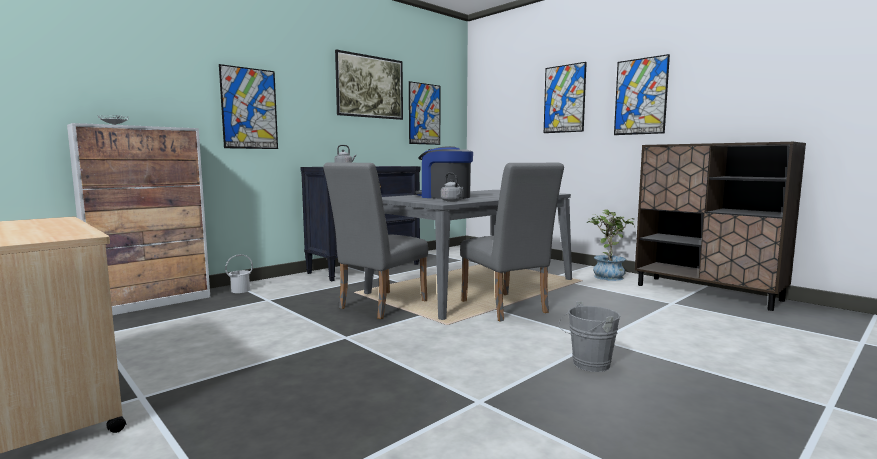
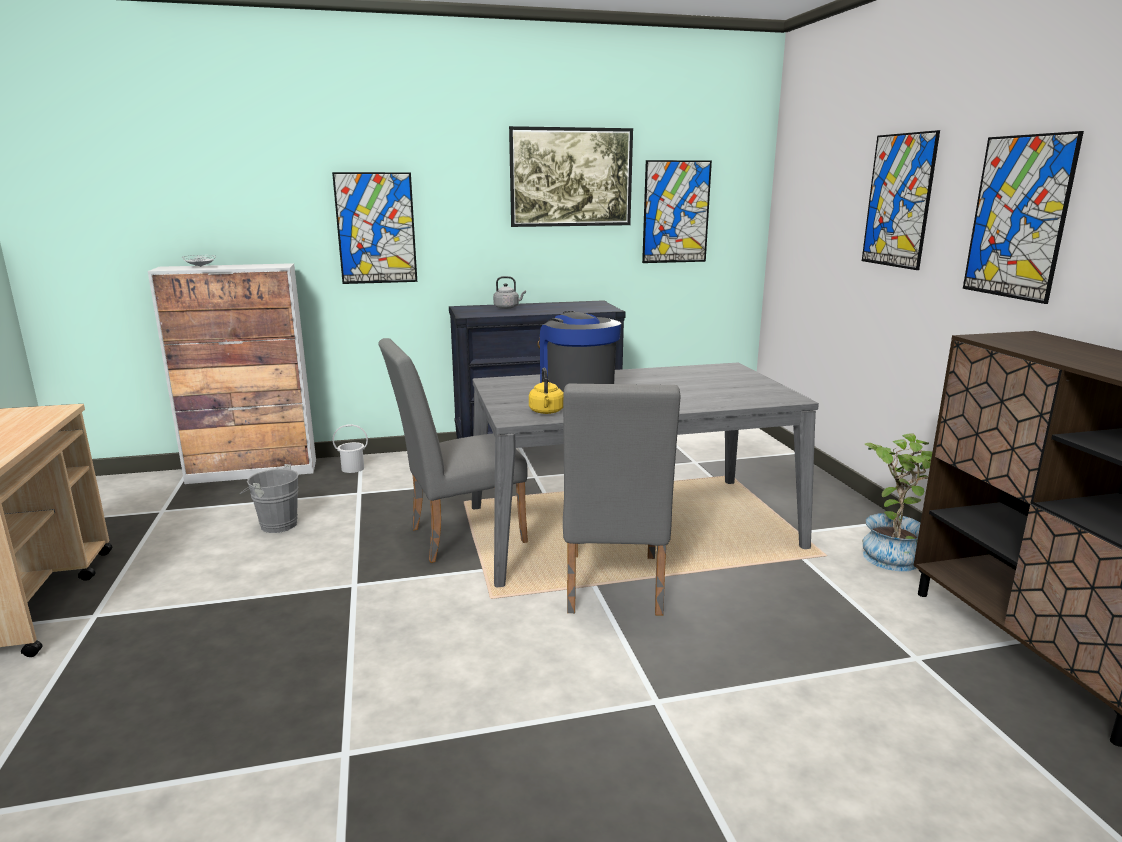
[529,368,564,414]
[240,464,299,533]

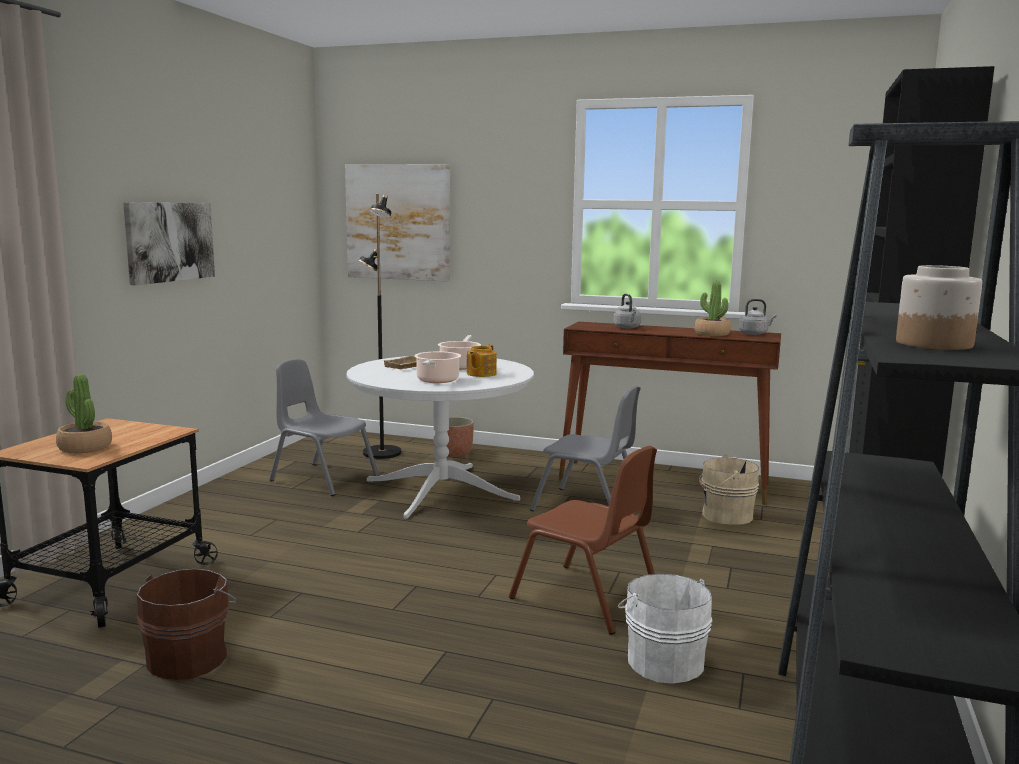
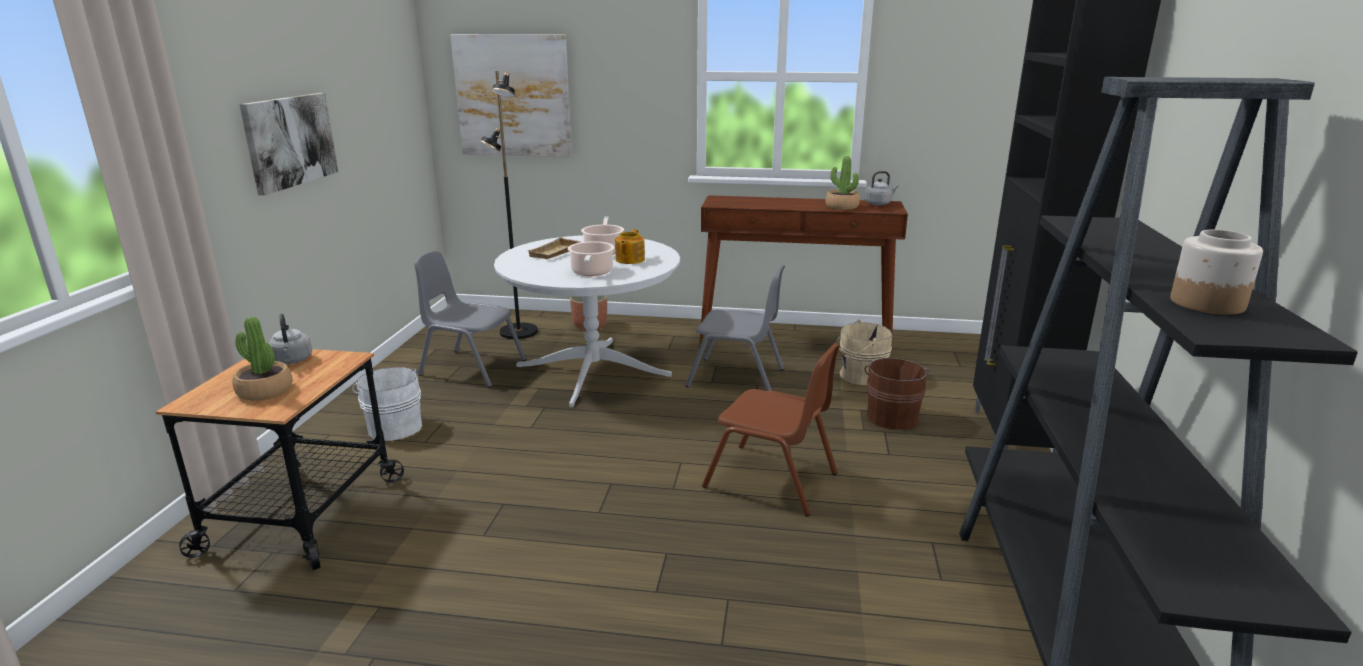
[865,358,930,429]
[268,314,312,364]
[352,367,422,441]

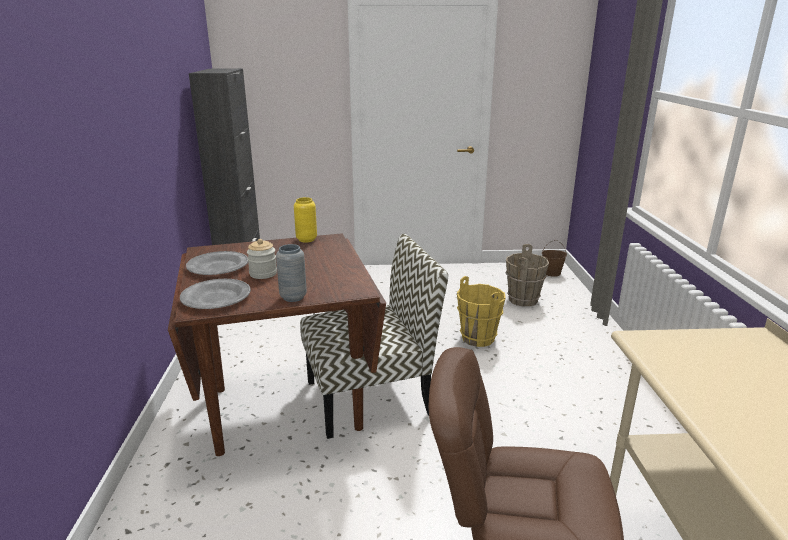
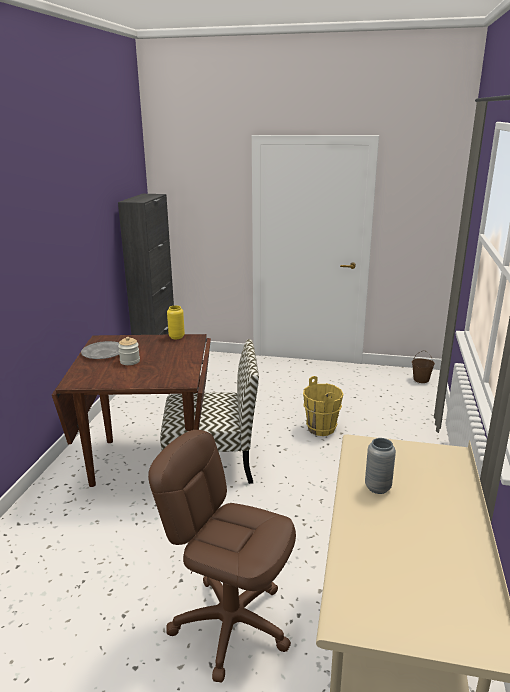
[180,279,251,309] (first image)
[365,438,396,494]
[506,244,549,306] (first image)

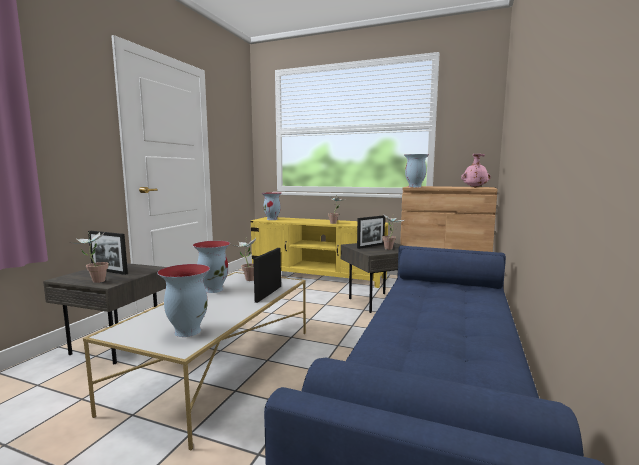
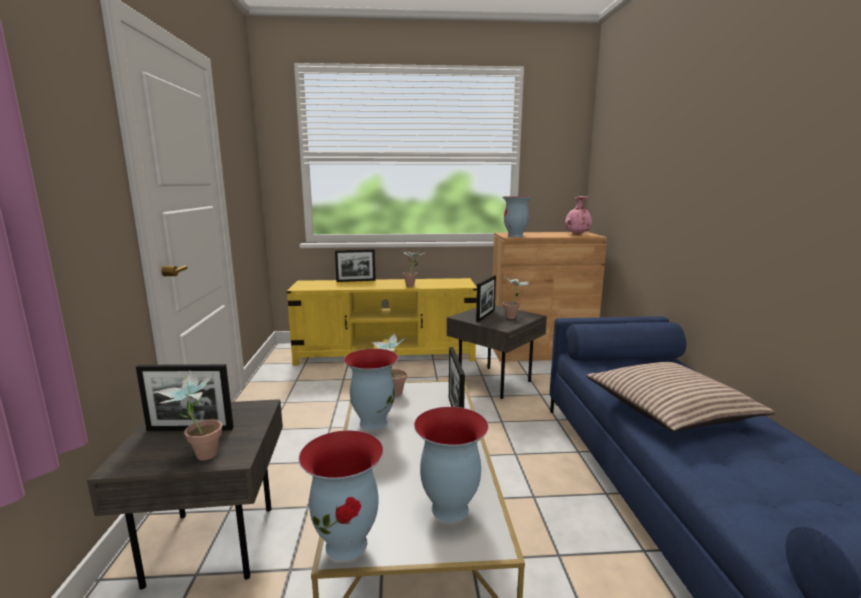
[299,430,384,561]
[335,249,376,282]
[586,362,775,432]

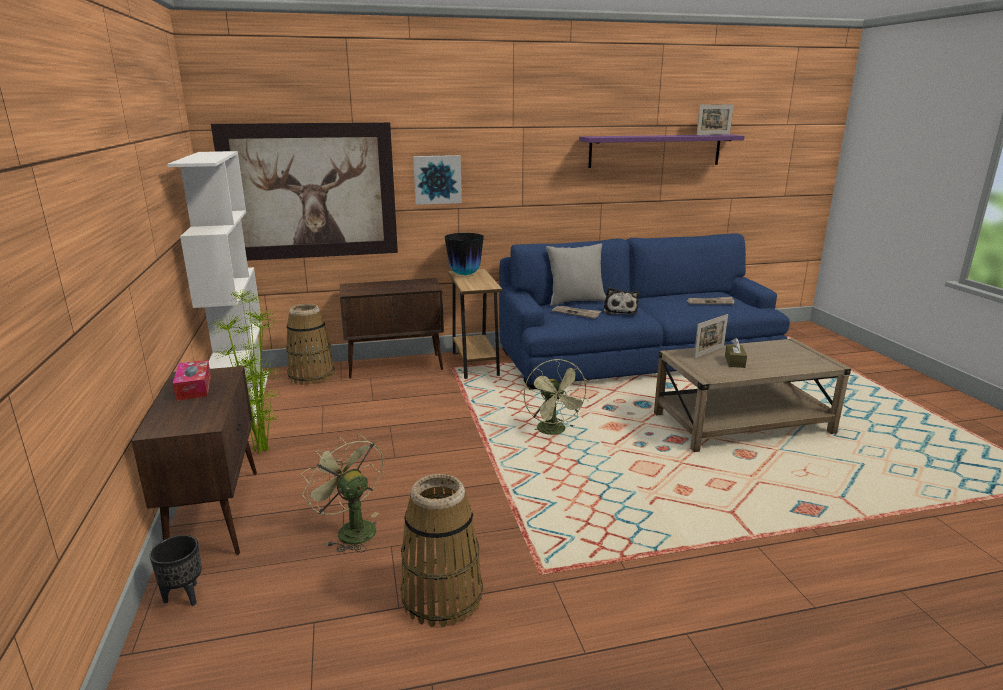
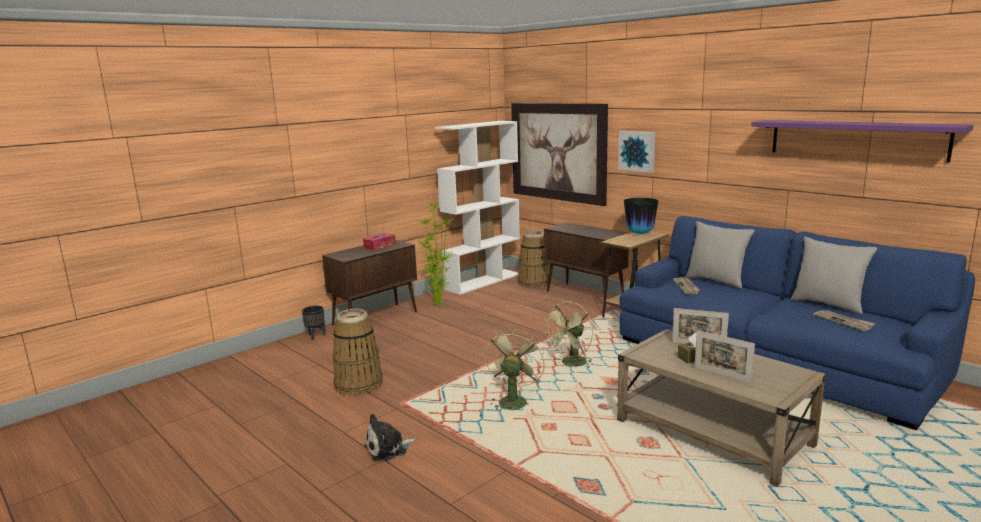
[484,329,545,411]
[365,414,416,461]
[695,330,755,383]
[791,237,877,315]

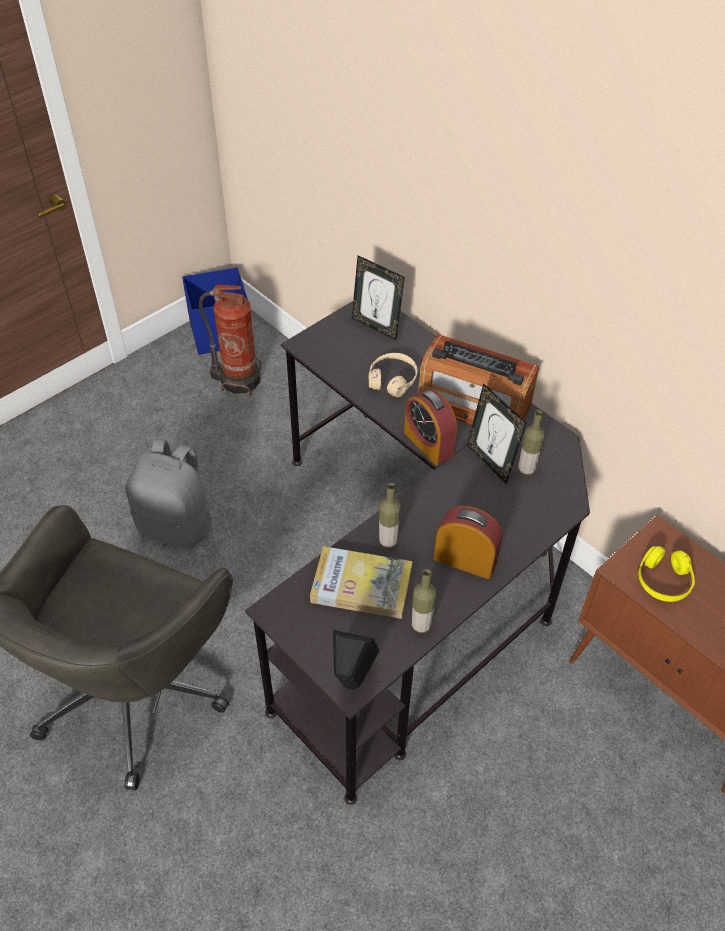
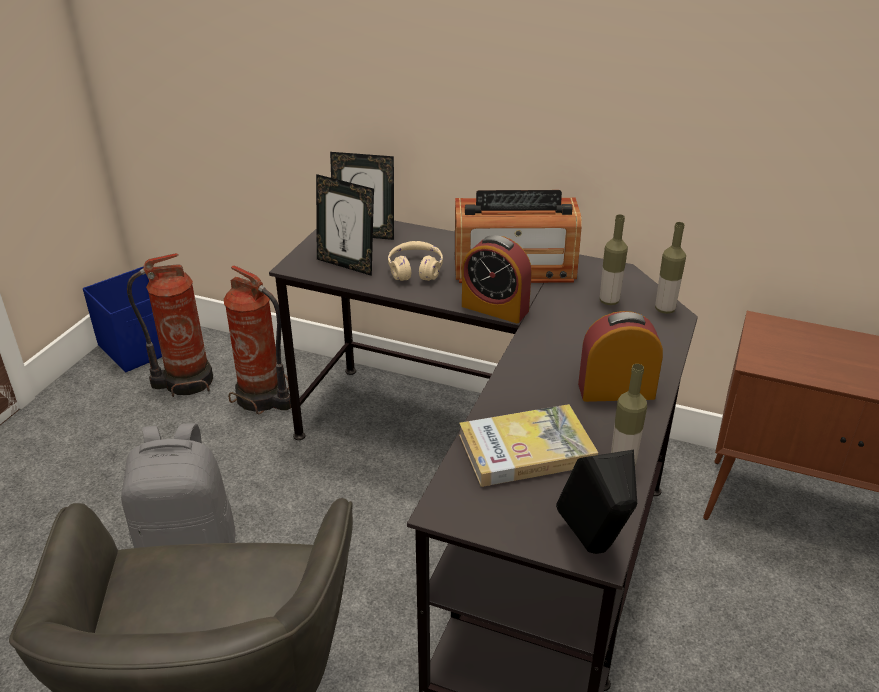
[655,222,686,314]
[316,174,374,276]
[638,546,695,602] (first image)
[224,265,291,415]

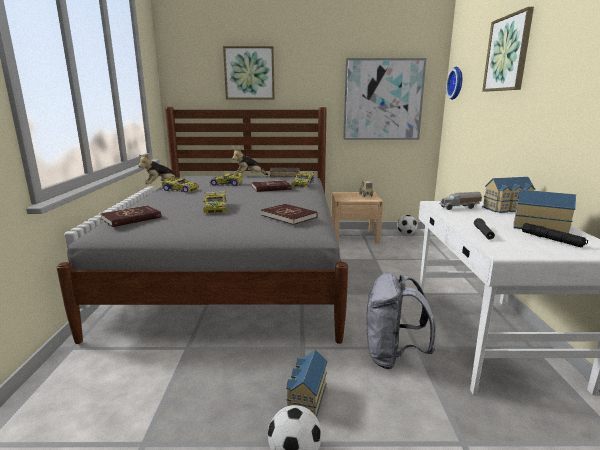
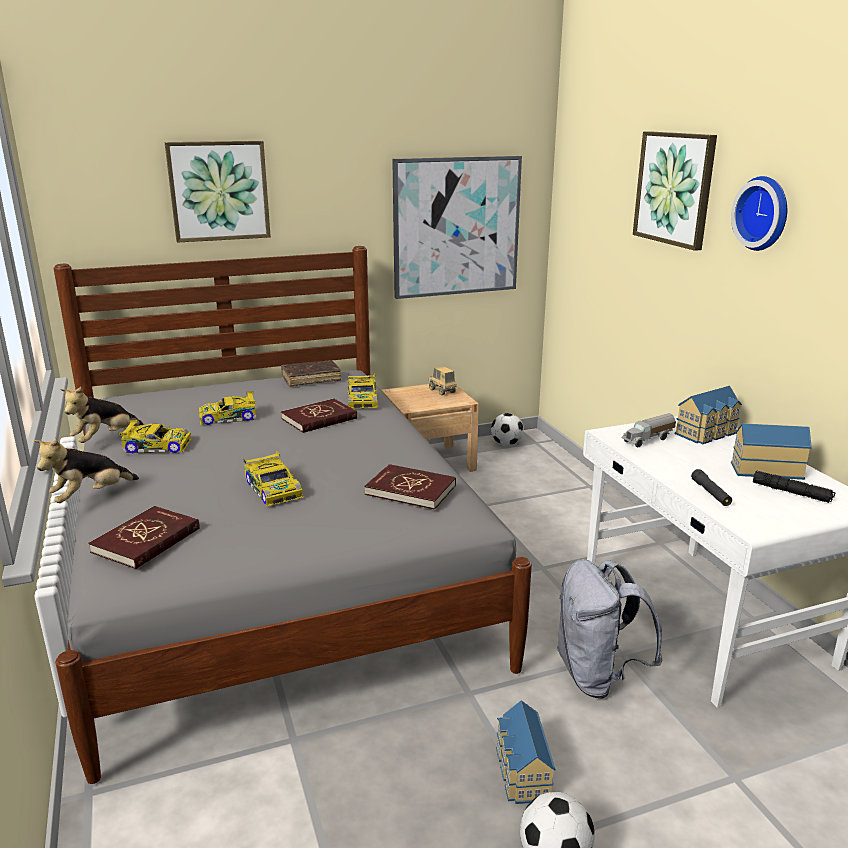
[34,439,139,503]
[731,176,787,251]

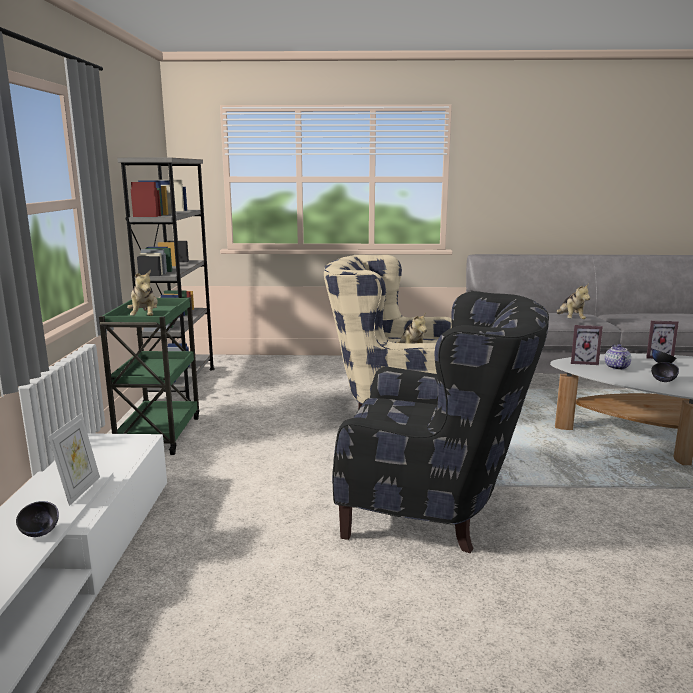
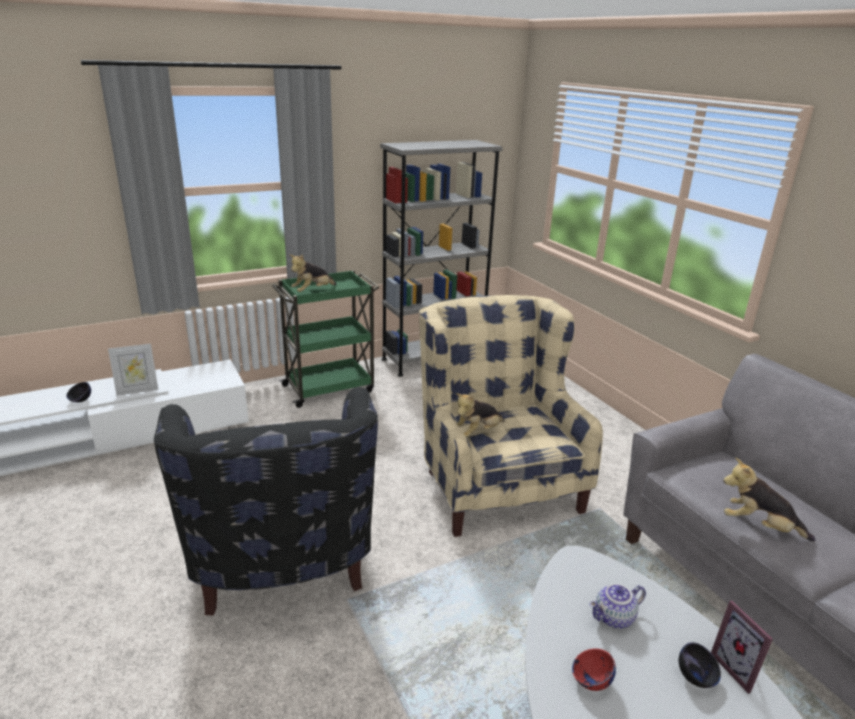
[723,457,815,542]
[571,325,603,365] (first image)
[572,648,616,691]

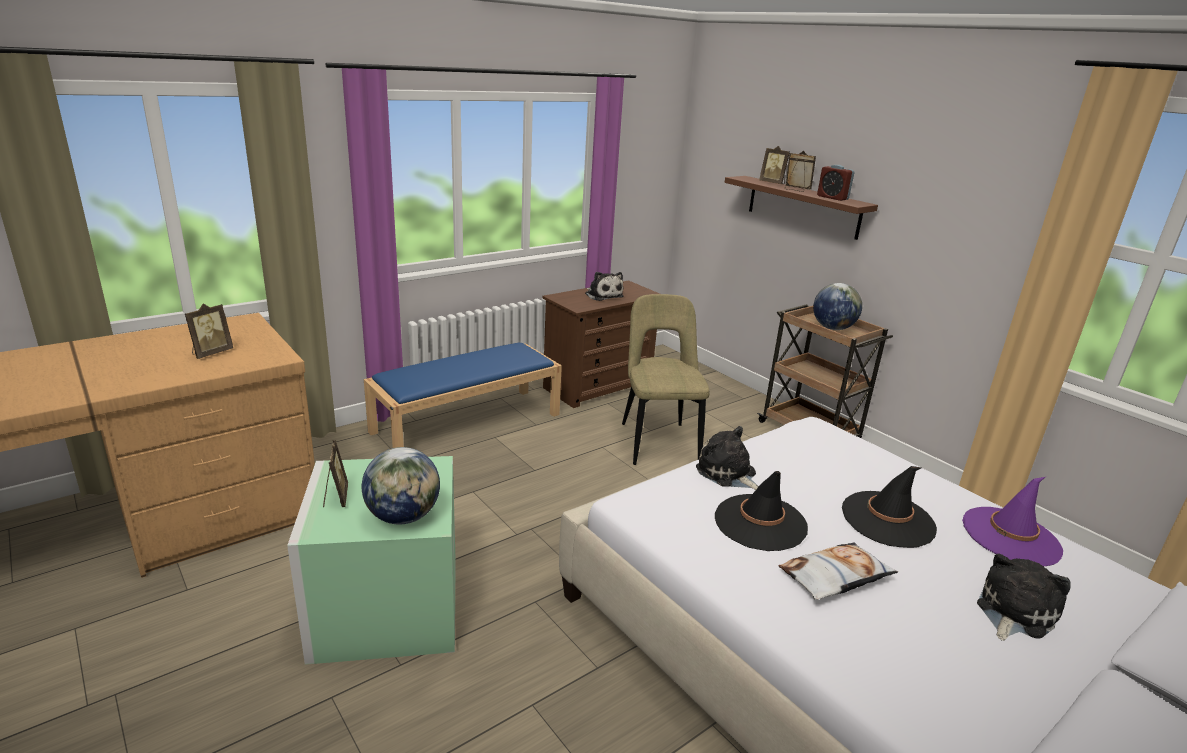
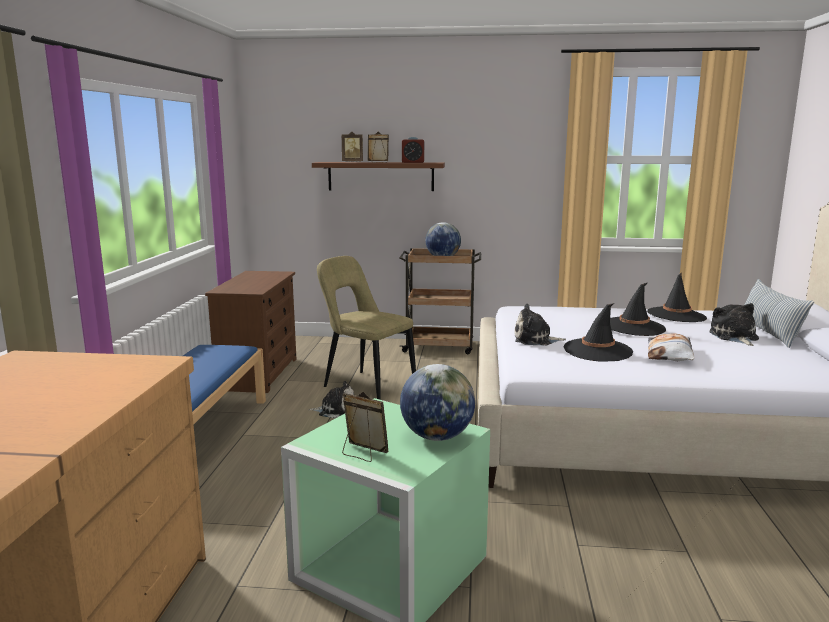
[185,304,233,359] (first image)
[309,381,354,419]
[647,272,707,322]
[744,279,814,348]

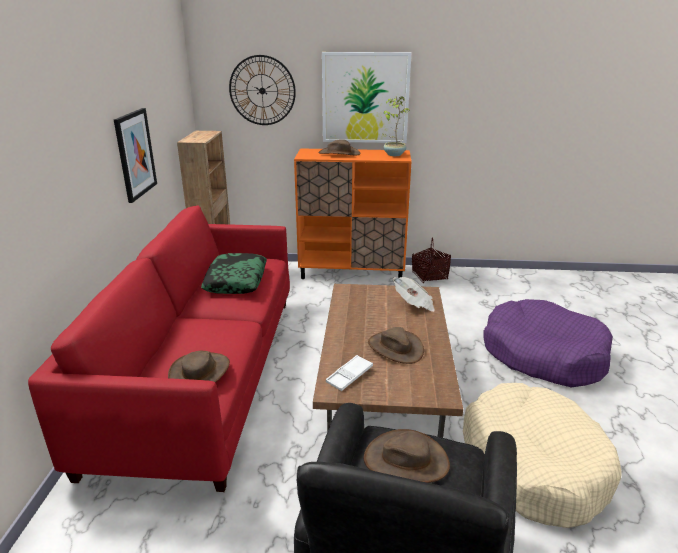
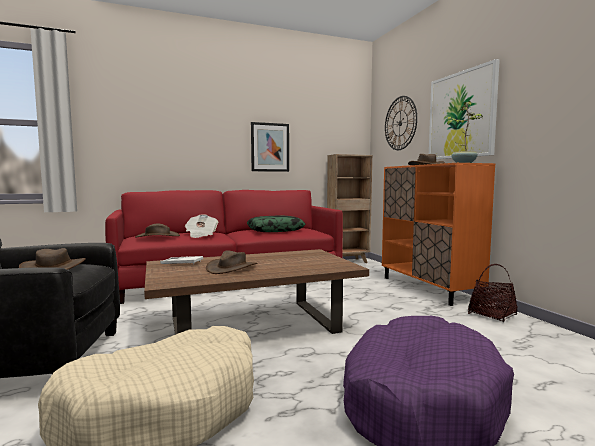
[185,214,219,238]

